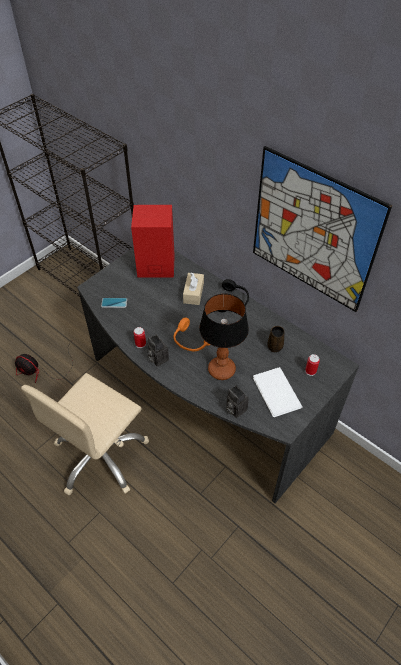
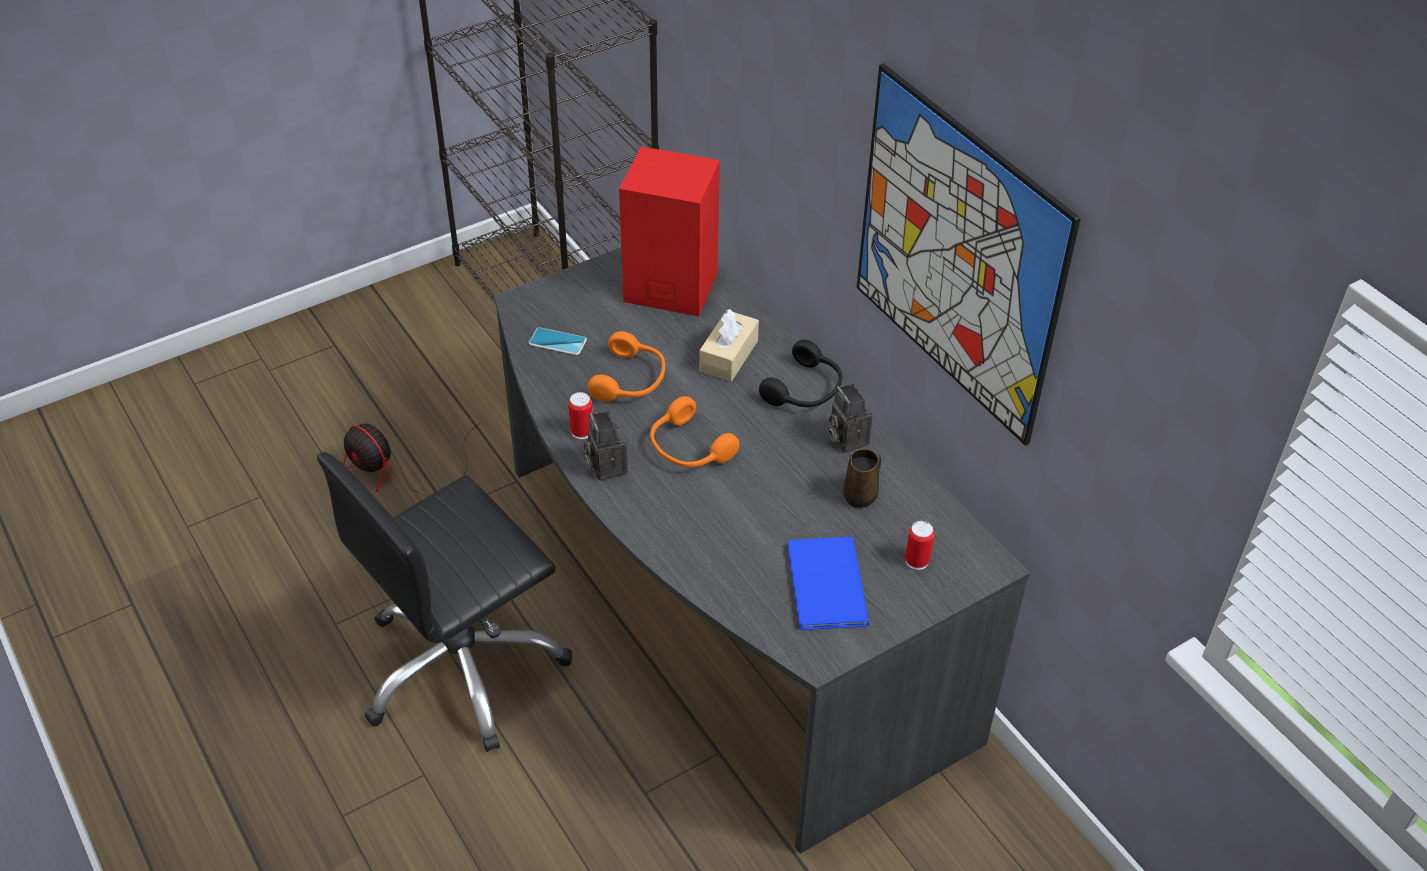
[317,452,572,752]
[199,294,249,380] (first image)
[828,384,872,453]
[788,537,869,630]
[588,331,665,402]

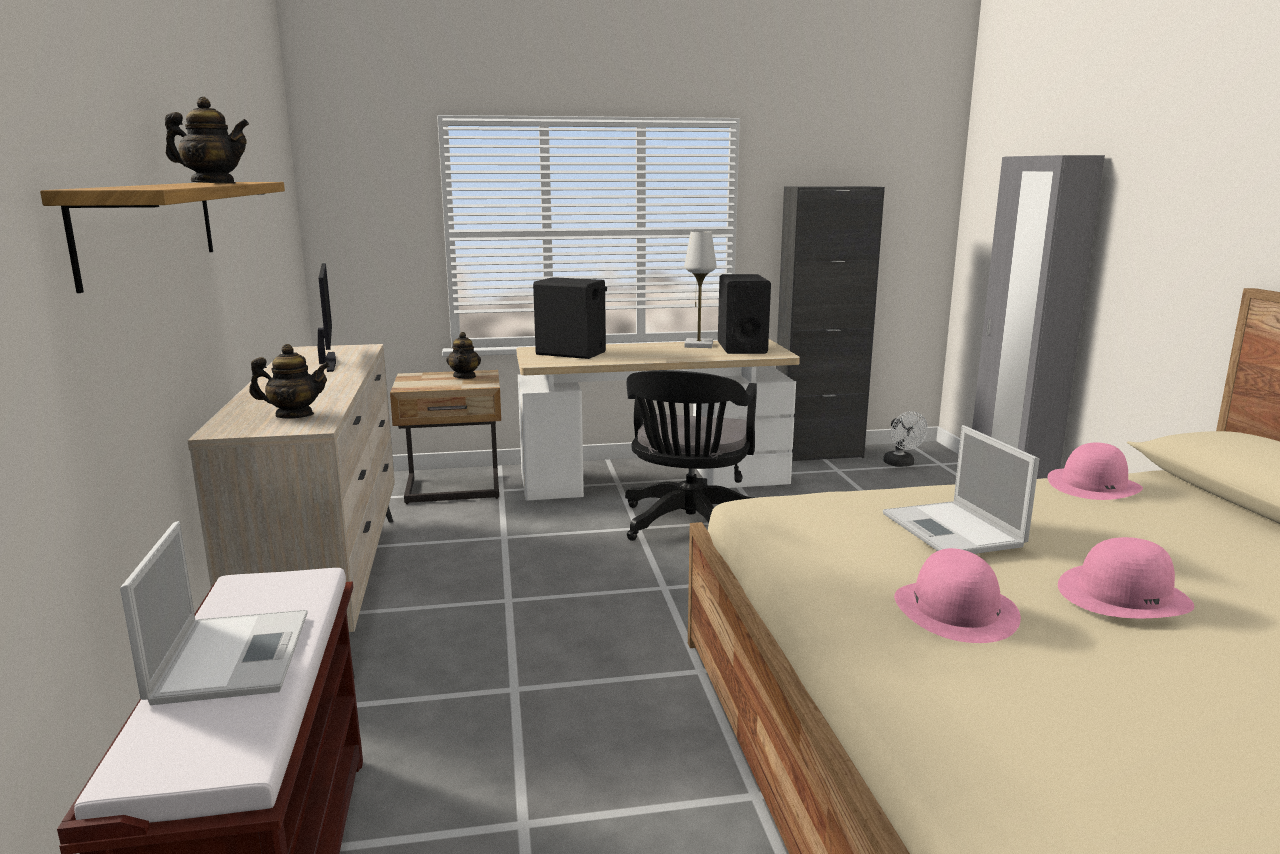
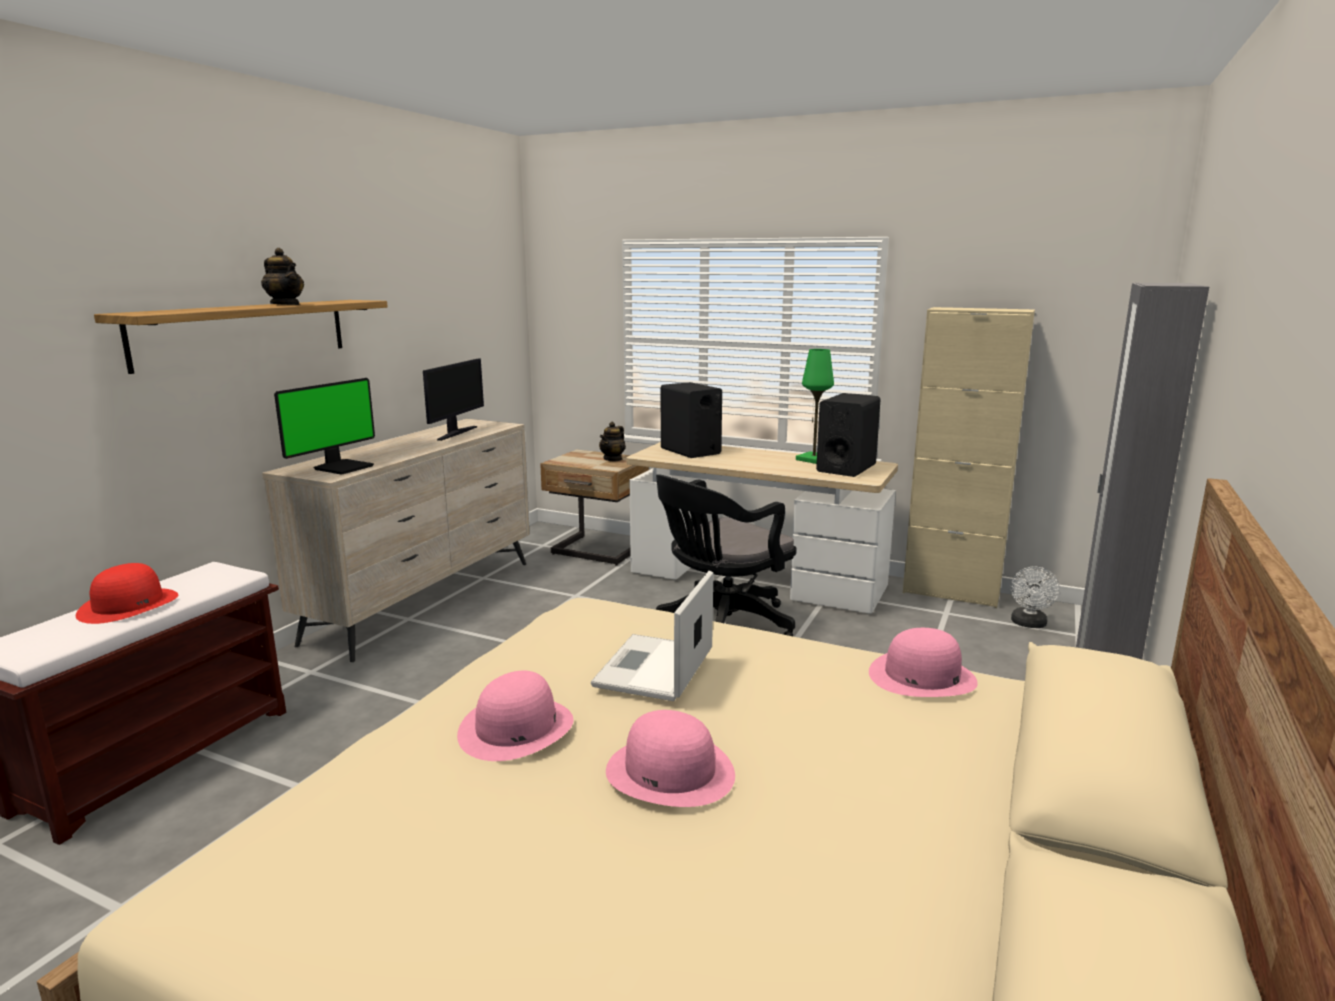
[76,563,178,624]
[274,378,375,475]
[796,349,834,464]
[903,307,1035,608]

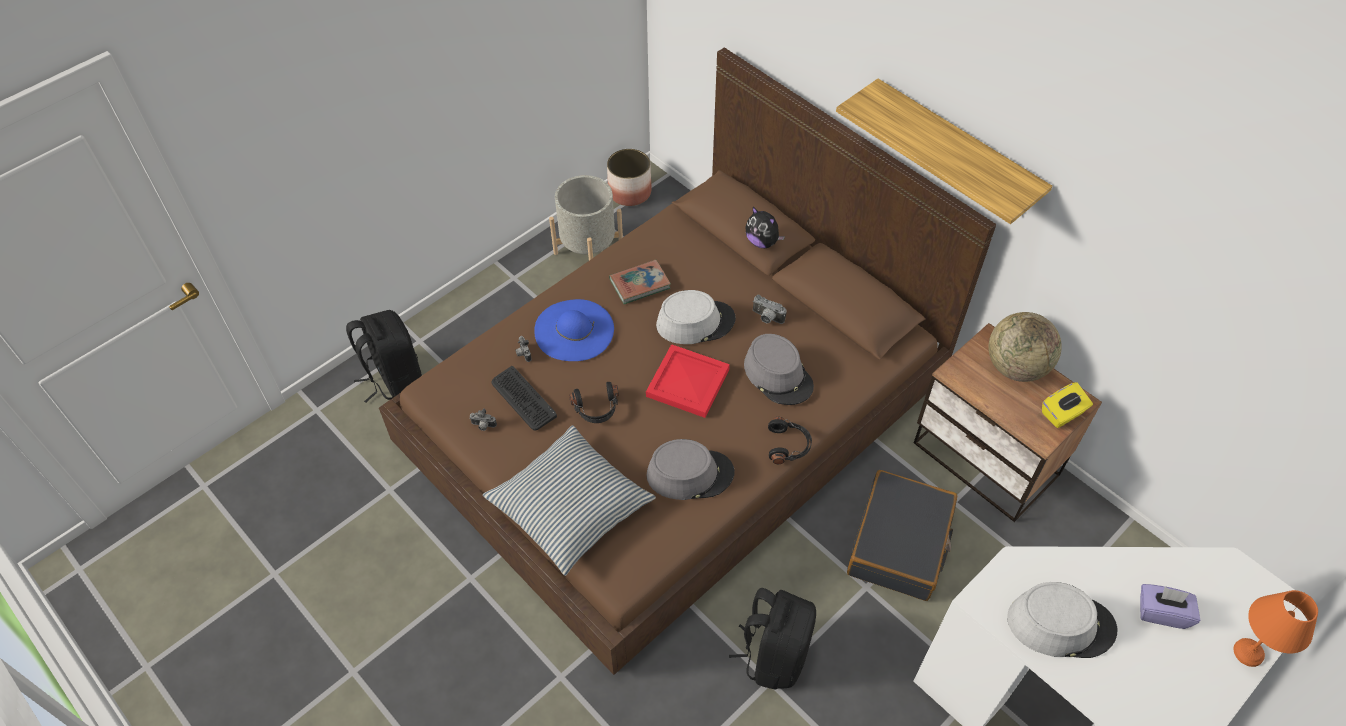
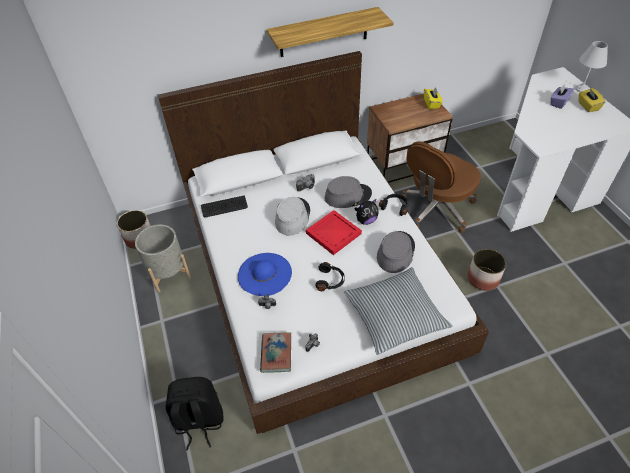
[158,51,489,434]
[201,196,248,217]
[260,332,291,373]
[467,249,506,291]
[355,199,379,225]
[402,141,481,233]
[988,312,1062,382] (first image)
[1007,582,1117,658] (first image)
[575,41,608,92]
[578,88,606,112]

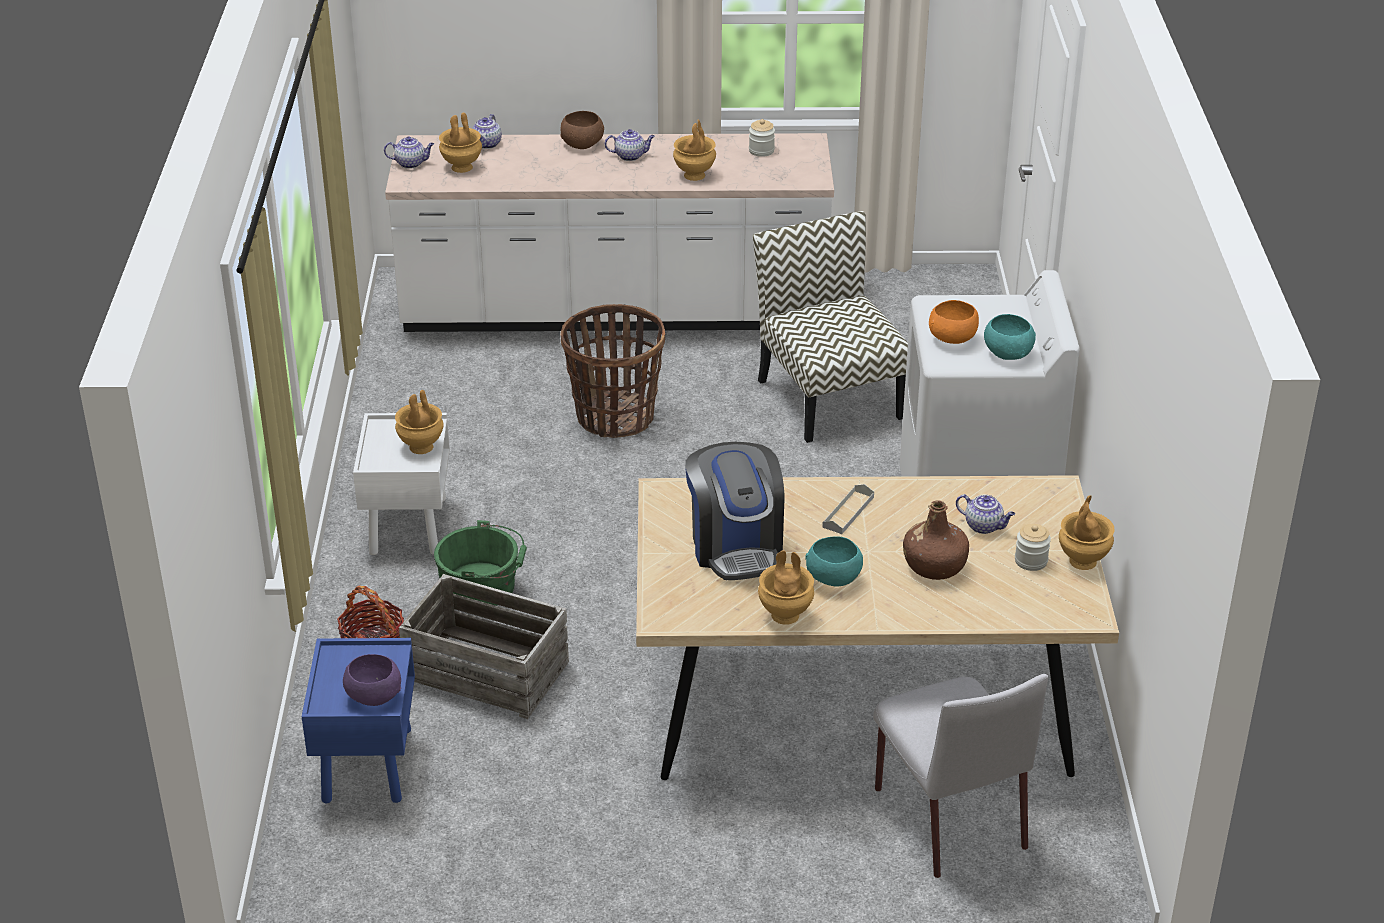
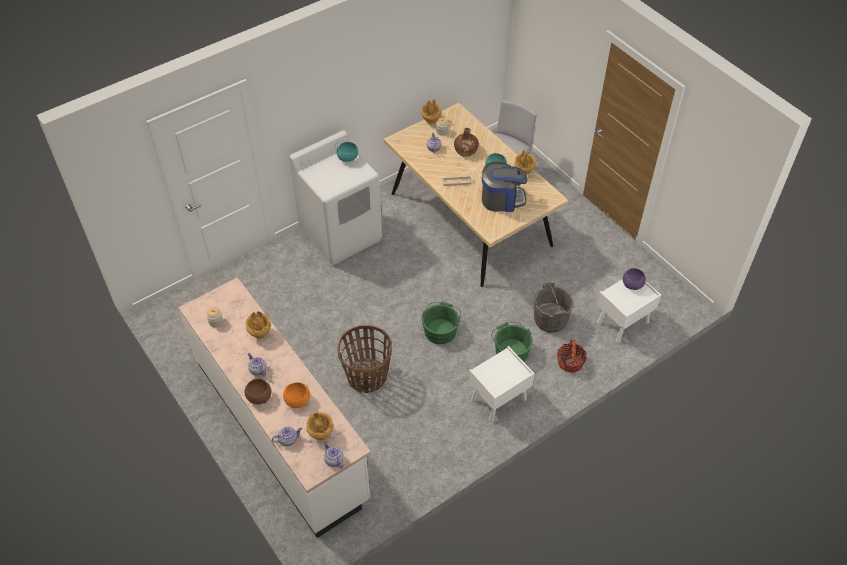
[597,279,661,343]
[395,390,443,454] (first image)
[534,282,574,333]
[482,162,528,212]
[753,211,908,443] (first image)
[283,382,310,408]
[422,302,461,344]

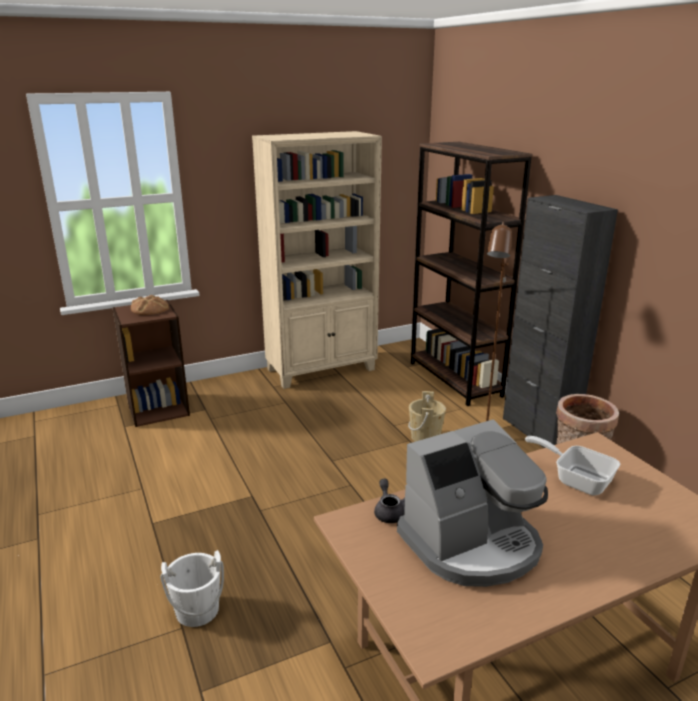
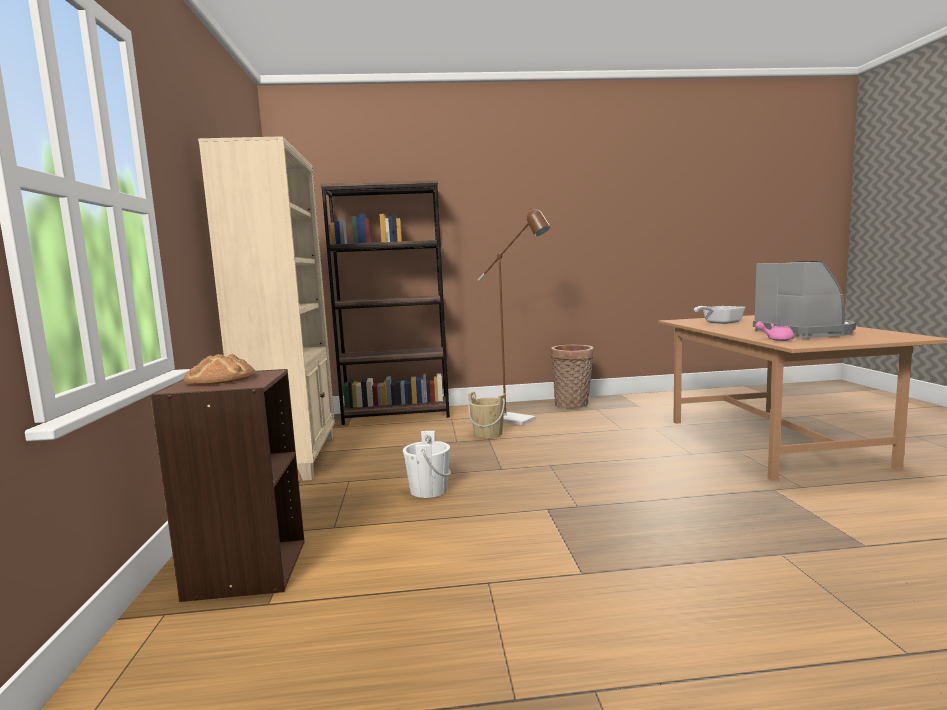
[403,431,451,498]
[755,322,794,341]
[503,195,618,448] (first image)

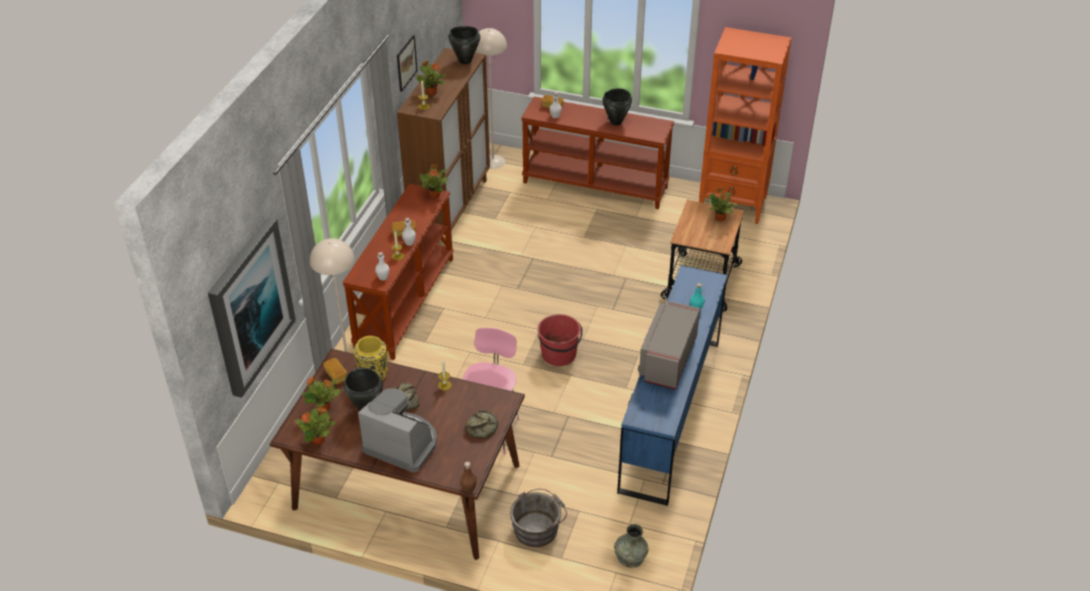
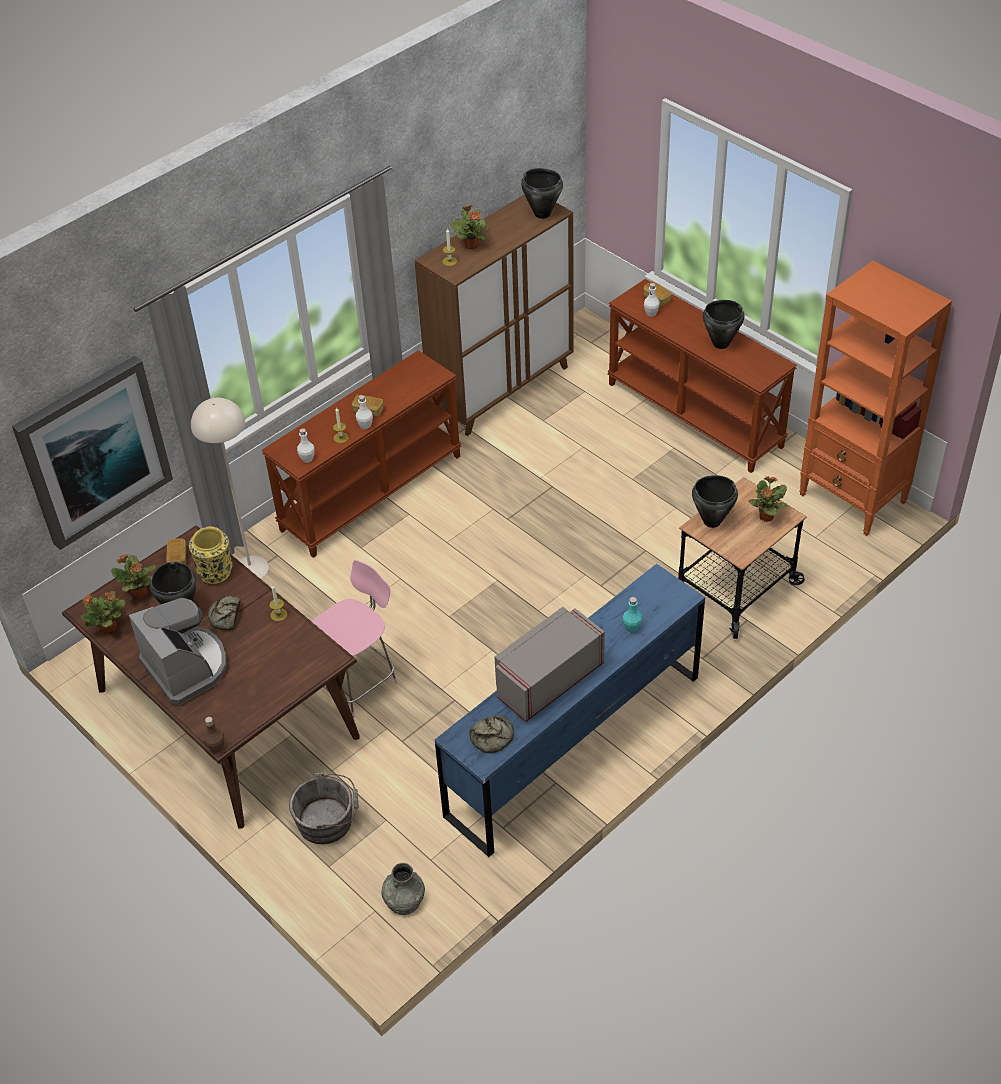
[397,35,418,92] (first image)
[419,164,448,198] (first image)
[469,716,514,753]
[475,28,507,169] (first image)
[537,314,583,366] (first image)
[692,475,738,528]

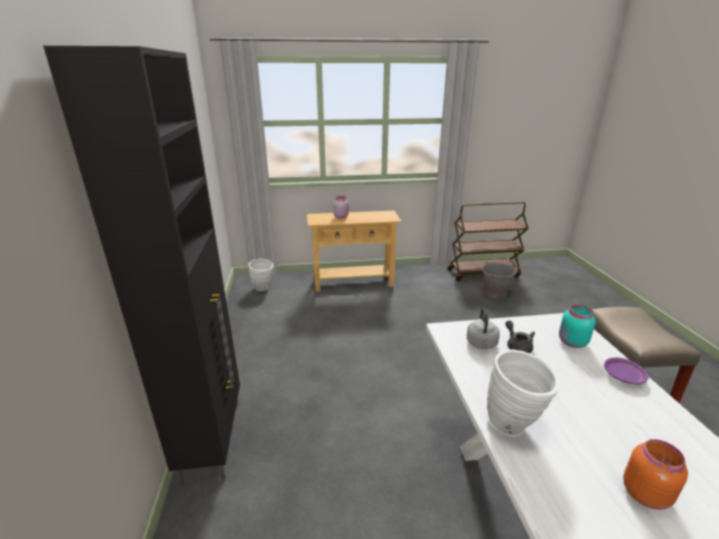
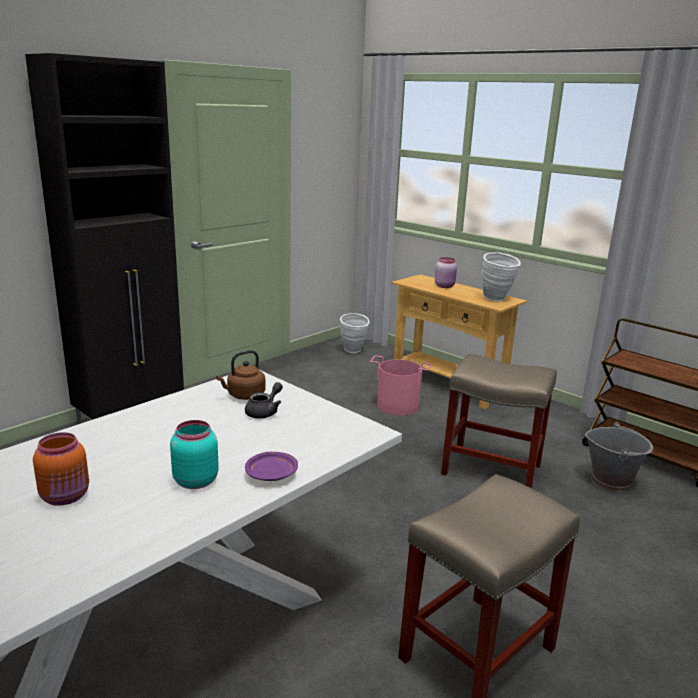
[216,350,265,400]
[482,252,521,302]
[170,420,219,489]
[370,356,431,415]
[441,354,557,488]

